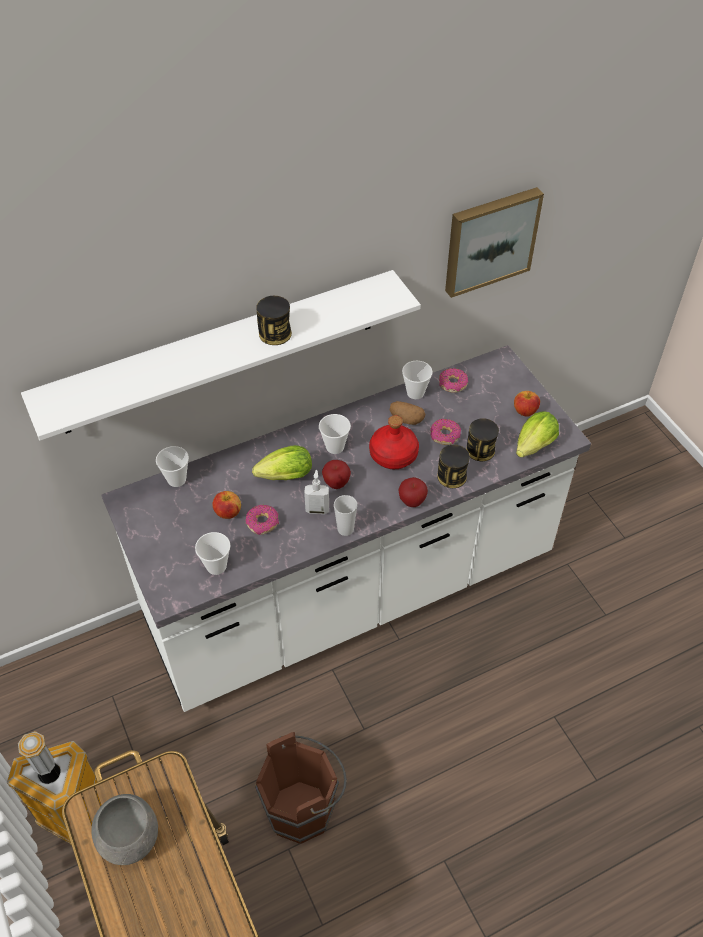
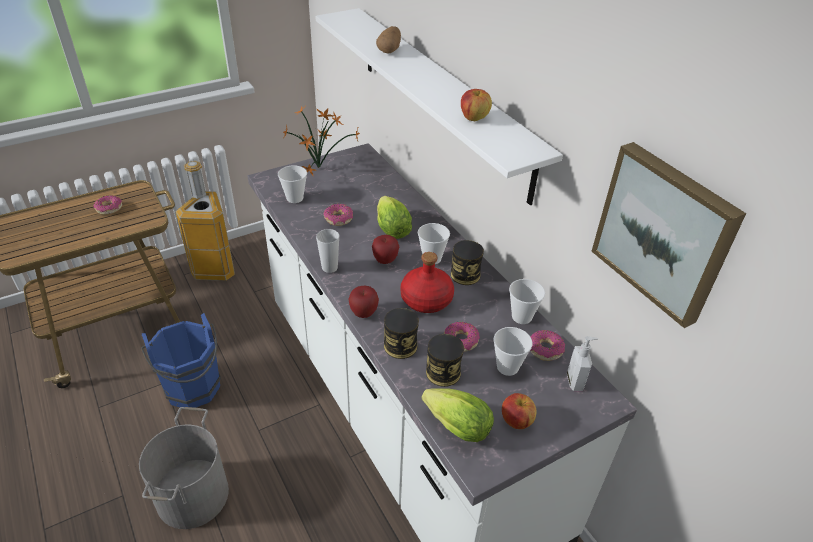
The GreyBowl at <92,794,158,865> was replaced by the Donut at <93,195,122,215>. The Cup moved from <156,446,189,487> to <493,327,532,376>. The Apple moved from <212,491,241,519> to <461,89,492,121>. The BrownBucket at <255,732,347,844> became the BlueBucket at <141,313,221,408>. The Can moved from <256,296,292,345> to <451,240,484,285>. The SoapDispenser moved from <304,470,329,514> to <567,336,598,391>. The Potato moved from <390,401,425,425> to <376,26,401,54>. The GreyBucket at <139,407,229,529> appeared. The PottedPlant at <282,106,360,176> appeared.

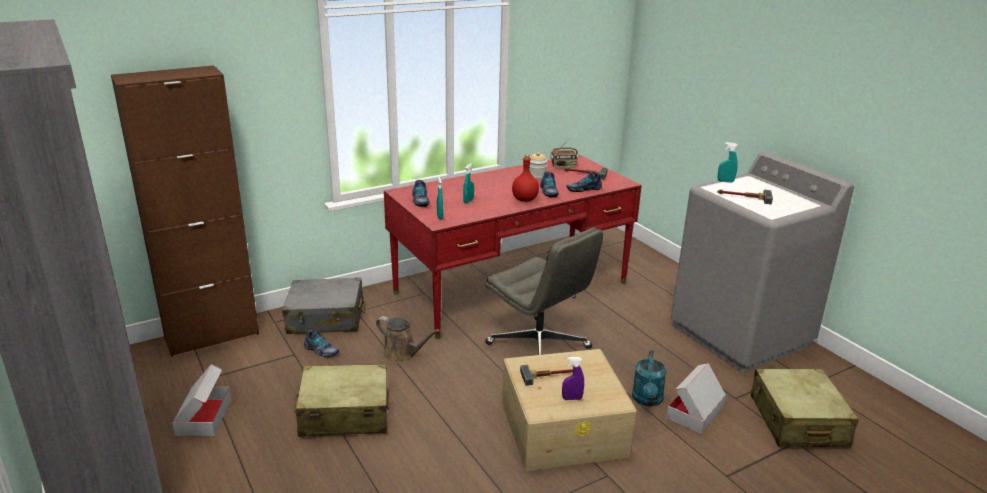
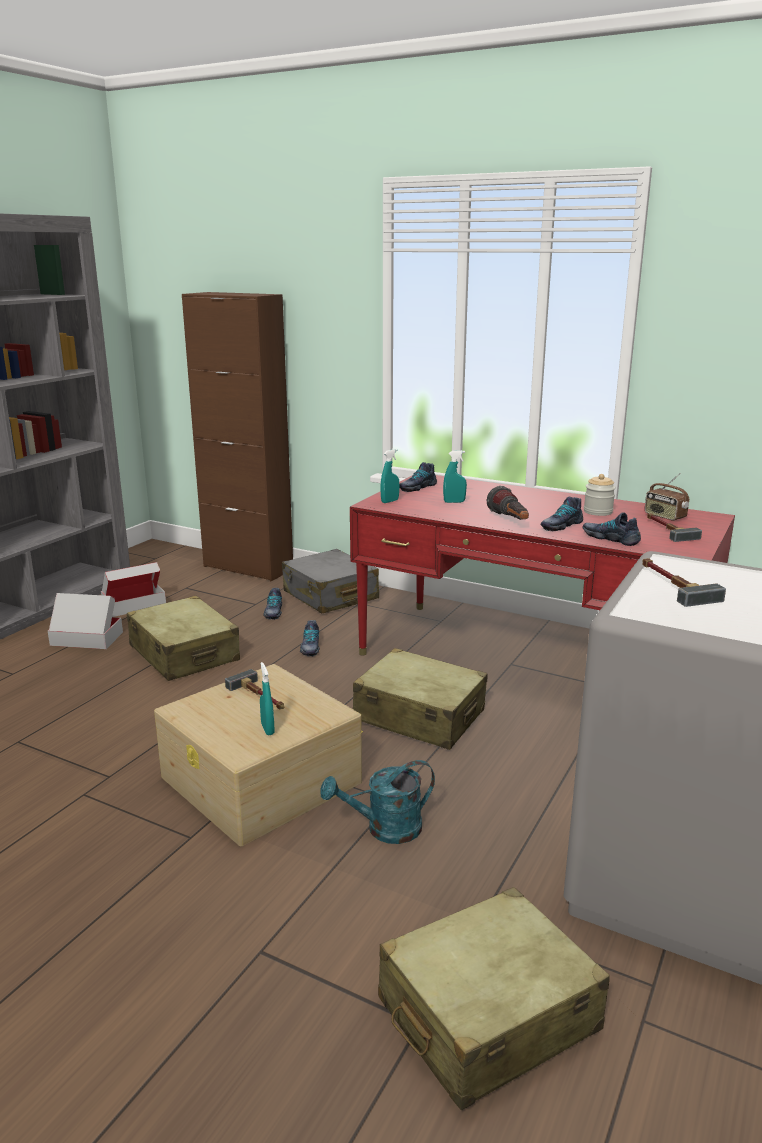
The BrownWateringCan at <376,316,440,363> was replaced by the Shoe at <300,620,320,656>. The GreyOfficeChair at <485,227,603,355> was replaced by the BeigeSuitcase at <353,648,488,750>. The RedBottle at <512,154,539,202> was replaced by the Flashlight at <487,486,529,520>. The PurpleSprayBottle at <562,357,584,400> disappeared. The CardboardBox moved from <666,363,726,434> to <48,593,123,649>. The TurquoiseSprayBottle moved from <718,142,738,182> to <260,662,275,735>.

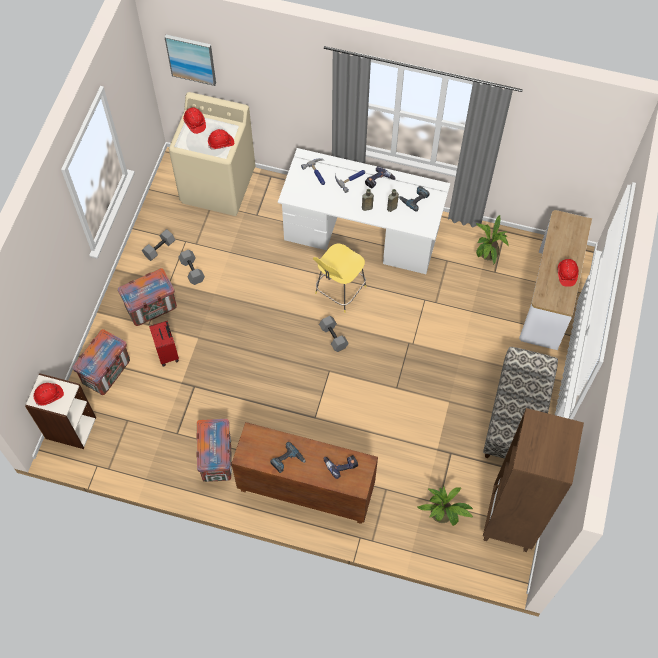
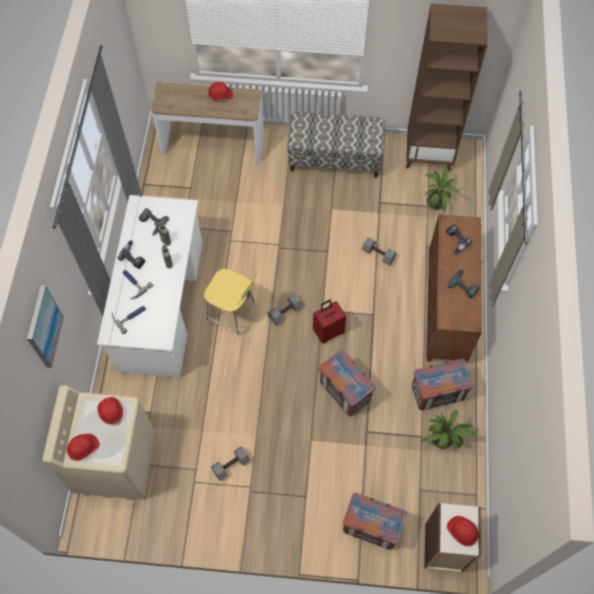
The Crate moved from <118,268,177,326> to <319,350,376,416>. The GreyDumbbell moved from <142,229,176,261> to <362,237,397,265>. The RedSuitcase moved from <149,321,179,367> to <313,299,346,344>. The Picture moved from <165,35,216,86> to <27,285,64,368>. The PottedPlant moved from <476,215,509,264> to <420,410,478,449>.

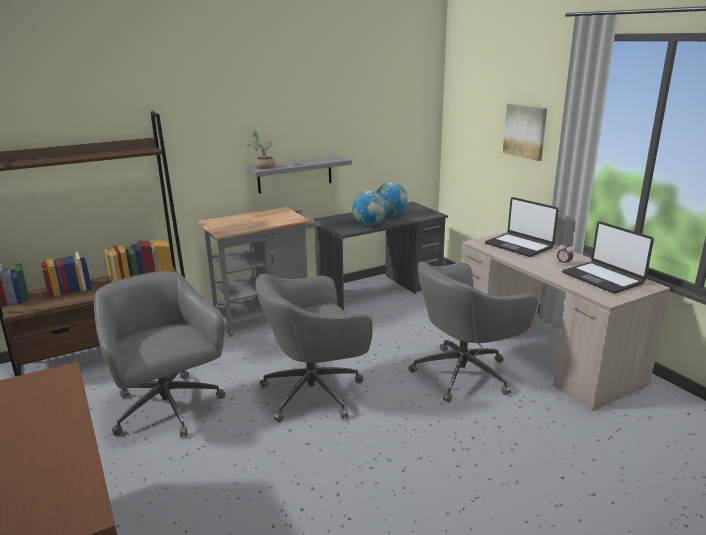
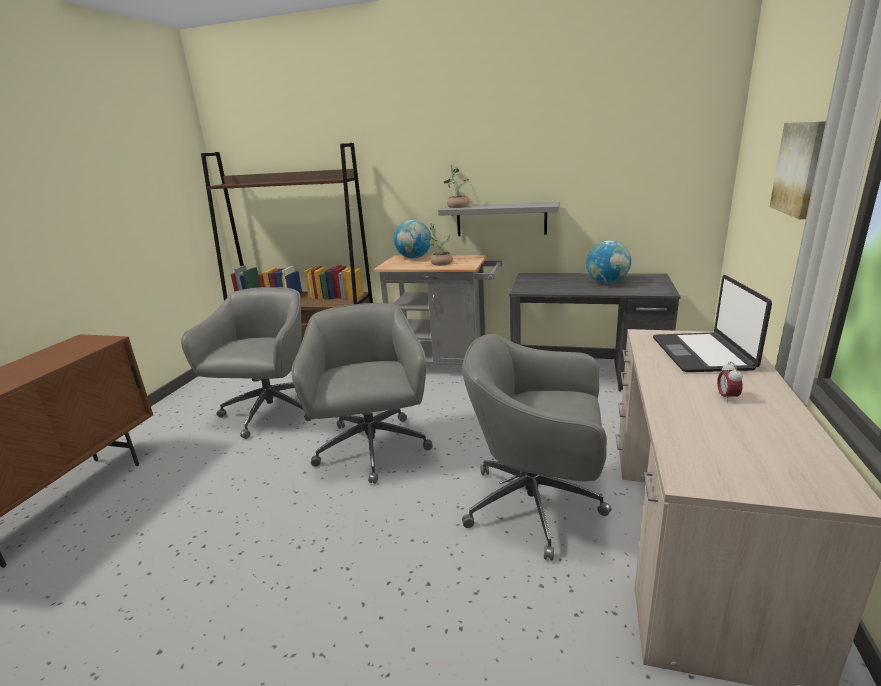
The GreyOfficeChair at <256,274,373,423> turned 60 degrees clockwise. The Globe moved from <352,191,387,226> to <394,220,431,259>. The Laptop at <562,221,654,293> disappeared. The PottedPlant at <423,223,453,266> appeared.

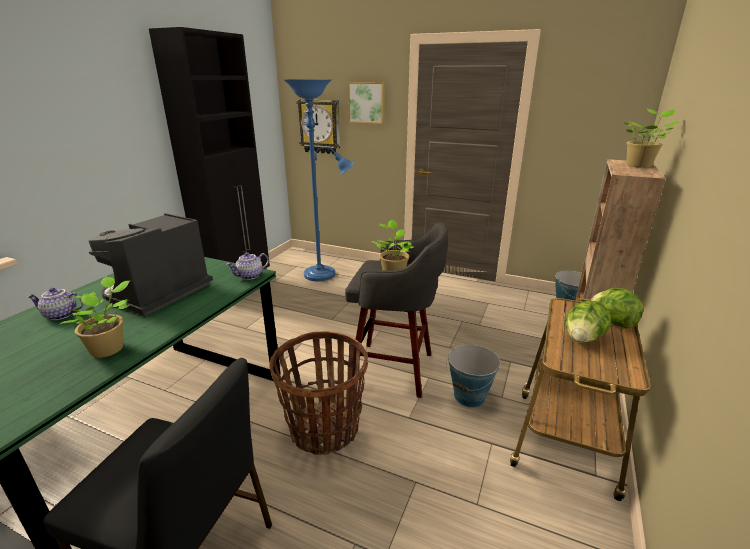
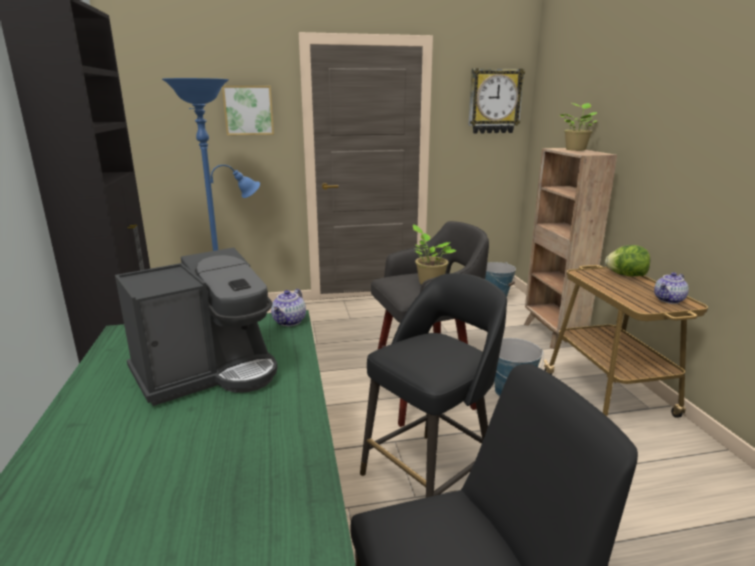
The Teapot moved from <27,288,84,320> to <654,272,689,304>. The PottedPlant at <60,277,130,358> disappeared. The CoffeeMachine at <89,213,213,316> turned 120 degrees counterclockwise. The Basket at <269,331,368,455> was replaced by the BlackStool at <360,273,507,497>. The WallClock moved from <297,99,340,154> to <468,68,525,134>. The Lettuce at <565,301,611,343> disappeared.

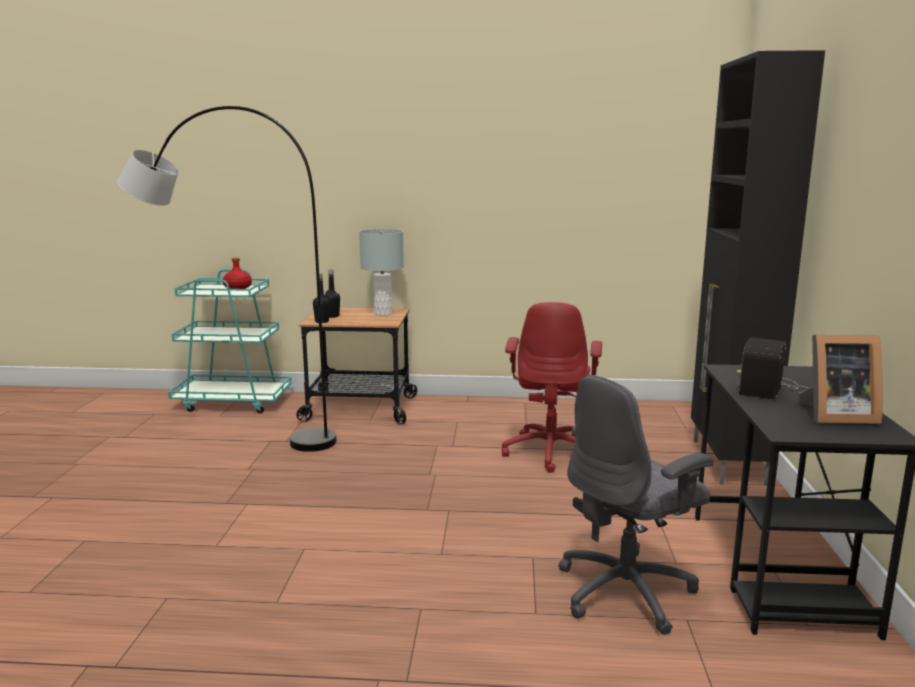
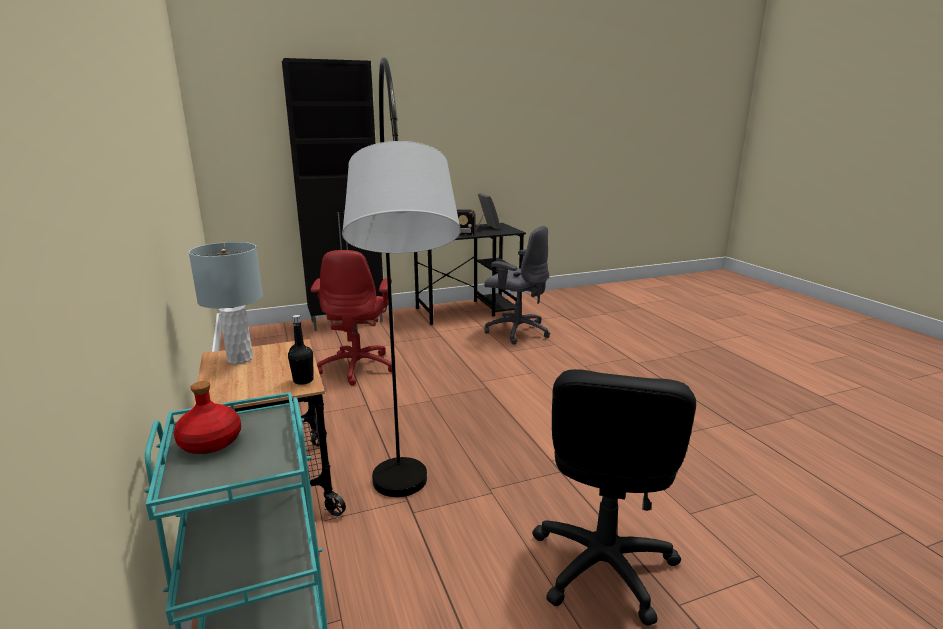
The BlackBottle at <325,270,340,318> disappeared. The RedOfficeChair at <502,302,602,473> turned 105 degrees clockwise. The BlackOfficeChair at <532,369,696,626> appeared.

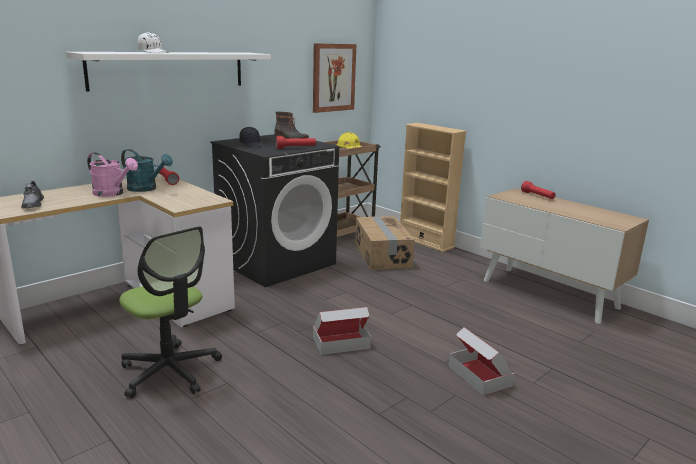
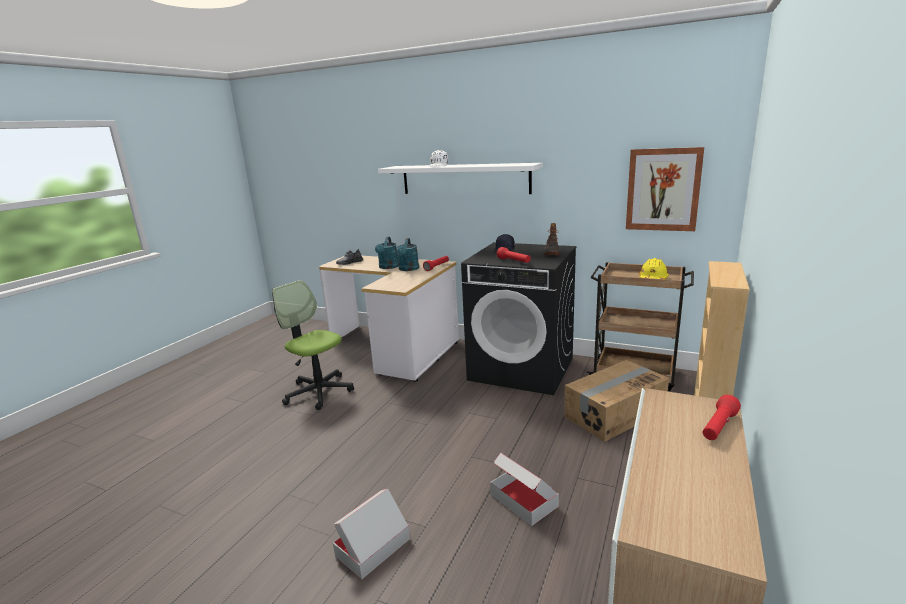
The PinkWateringCan at <87,152,138,197> became the TurquoiseWateringCan at <375,237,399,269>. The OfficeChair at <119,226,222,398> turned 105 degrees clockwise. The CardboardBox moved from <313,307,371,355> to <490,453,559,526>.

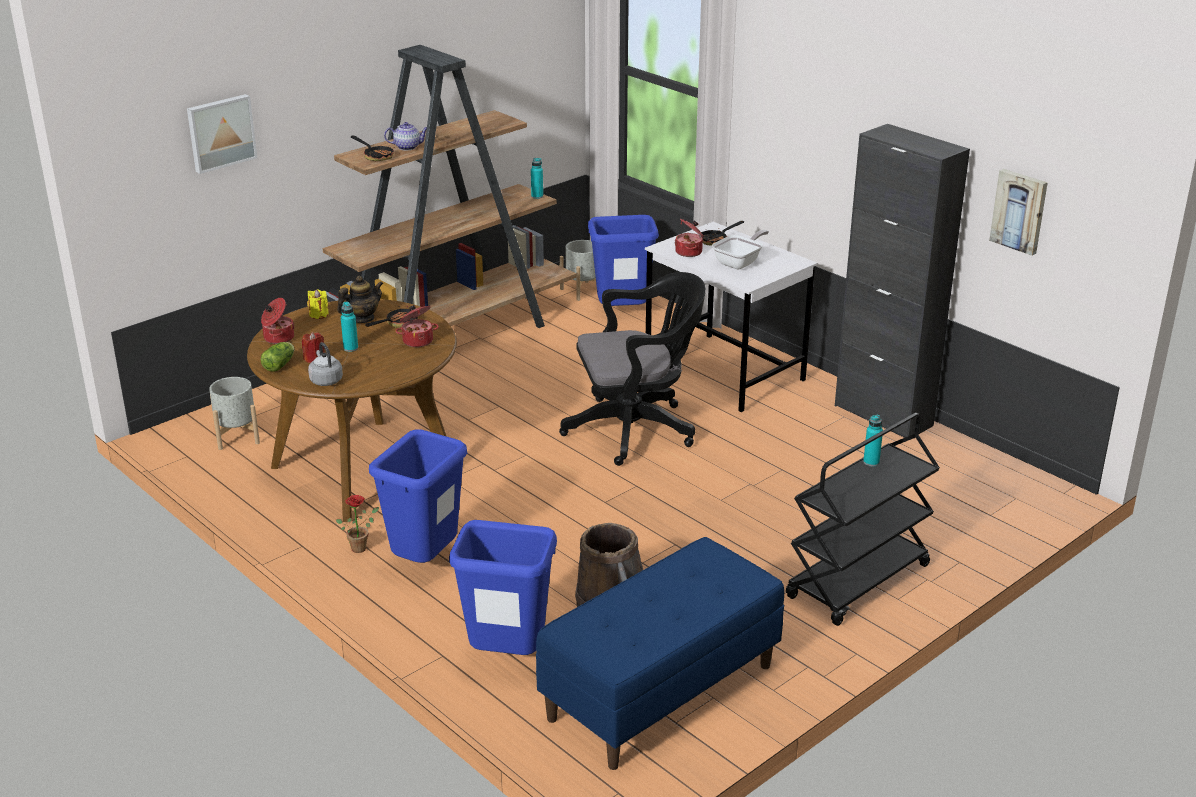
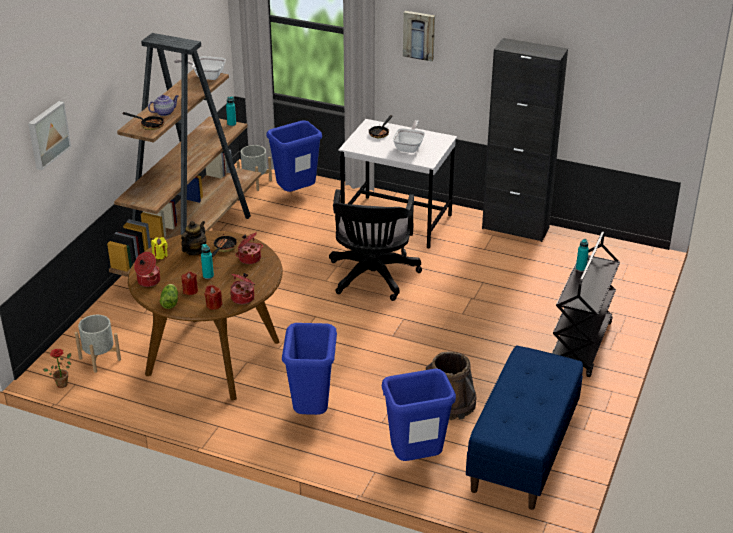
The GreyKettle at <308,342,343,386> was replaced by the RedCandle at <205,285,222,310>. The PottedPlant moved from <336,495,379,553> to <43,349,71,388>. The BlackOfficeChair at <559,272,706,466> turned 135 degrees clockwise. The CookingPot moved from <674,219,704,257> to <230,273,255,304>. The Picture moved from <989,169,1048,256> to <403,11,435,61>. The FryingPan at <174,56,226,80> appeared.

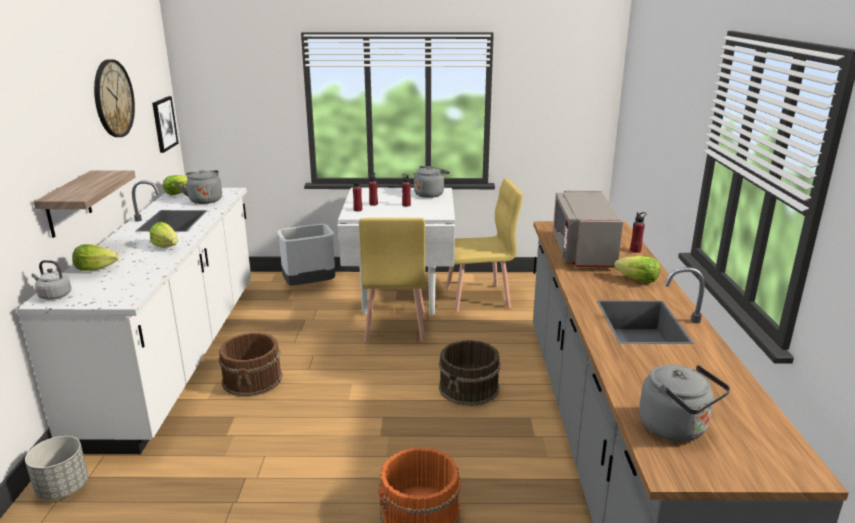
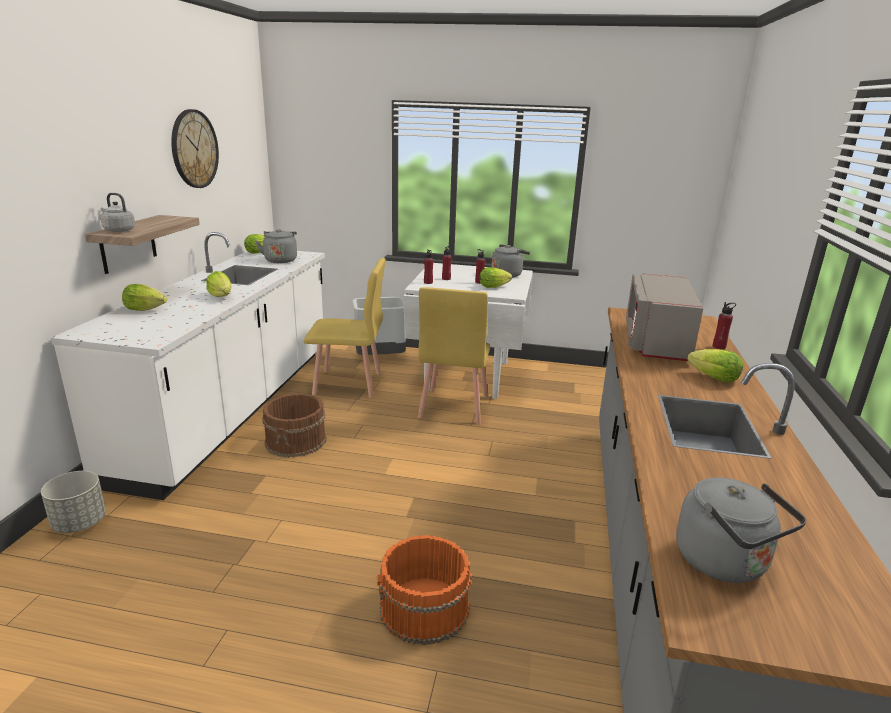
The GreyKettle moved from <32,260,72,300> to <100,193,135,232>. The Picture at <152,96,179,153> disappeared. The BrownBucket at <439,340,500,406> disappeared. The YellowChair moved from <445,178,523,312> to <303,258,386,398>. The Lettuce at <480,267,512,288> appeared.

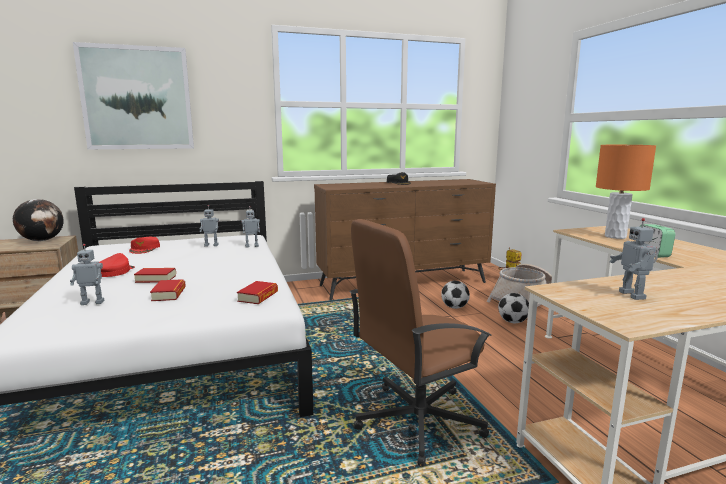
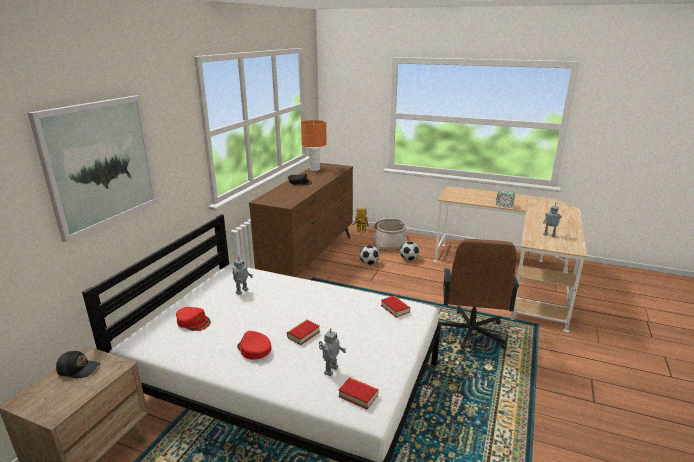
The Globe at <13,199,64,241> was replaced by the BlackCap at <56,351,100,378>. The Book moved from <150,279,186,301> to <339,377,379,409>. The ToyRobot at <241,206,260,247> disappeared. The OrangeTableLamp moved from <596,145,656,239> to <301,120,327,171>.

